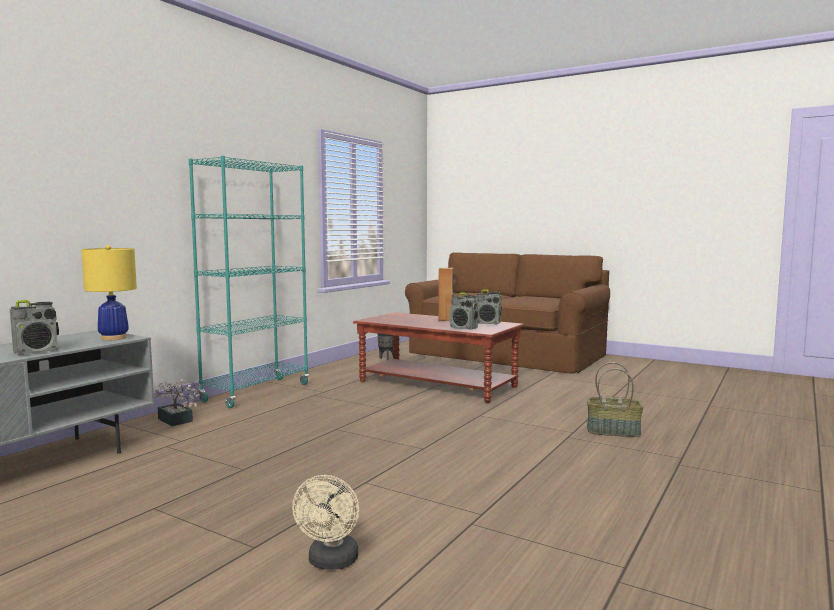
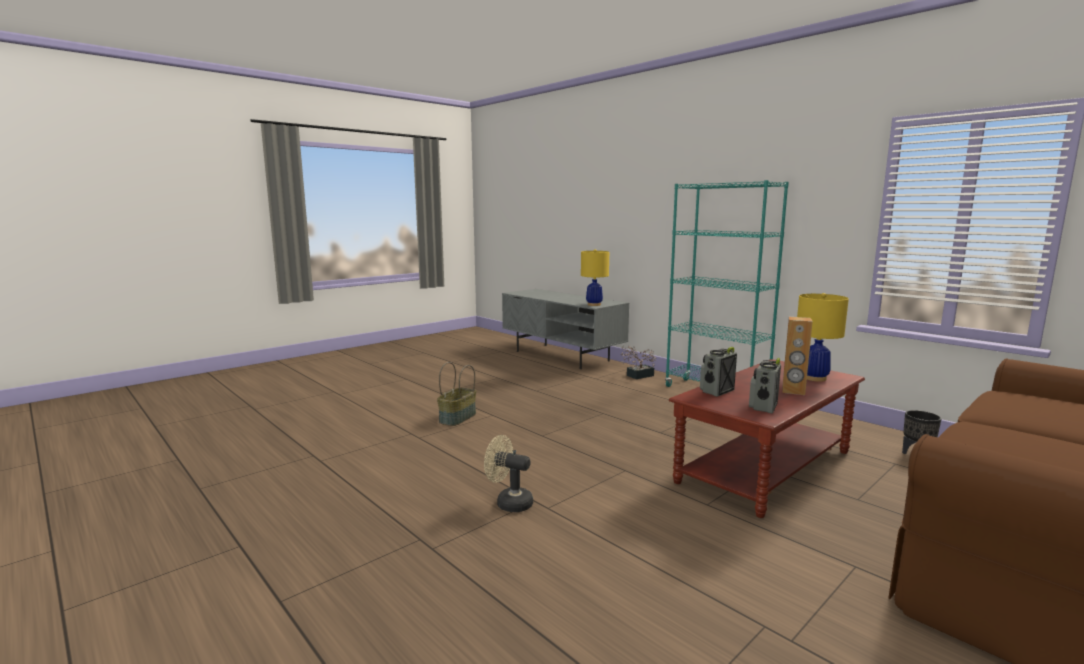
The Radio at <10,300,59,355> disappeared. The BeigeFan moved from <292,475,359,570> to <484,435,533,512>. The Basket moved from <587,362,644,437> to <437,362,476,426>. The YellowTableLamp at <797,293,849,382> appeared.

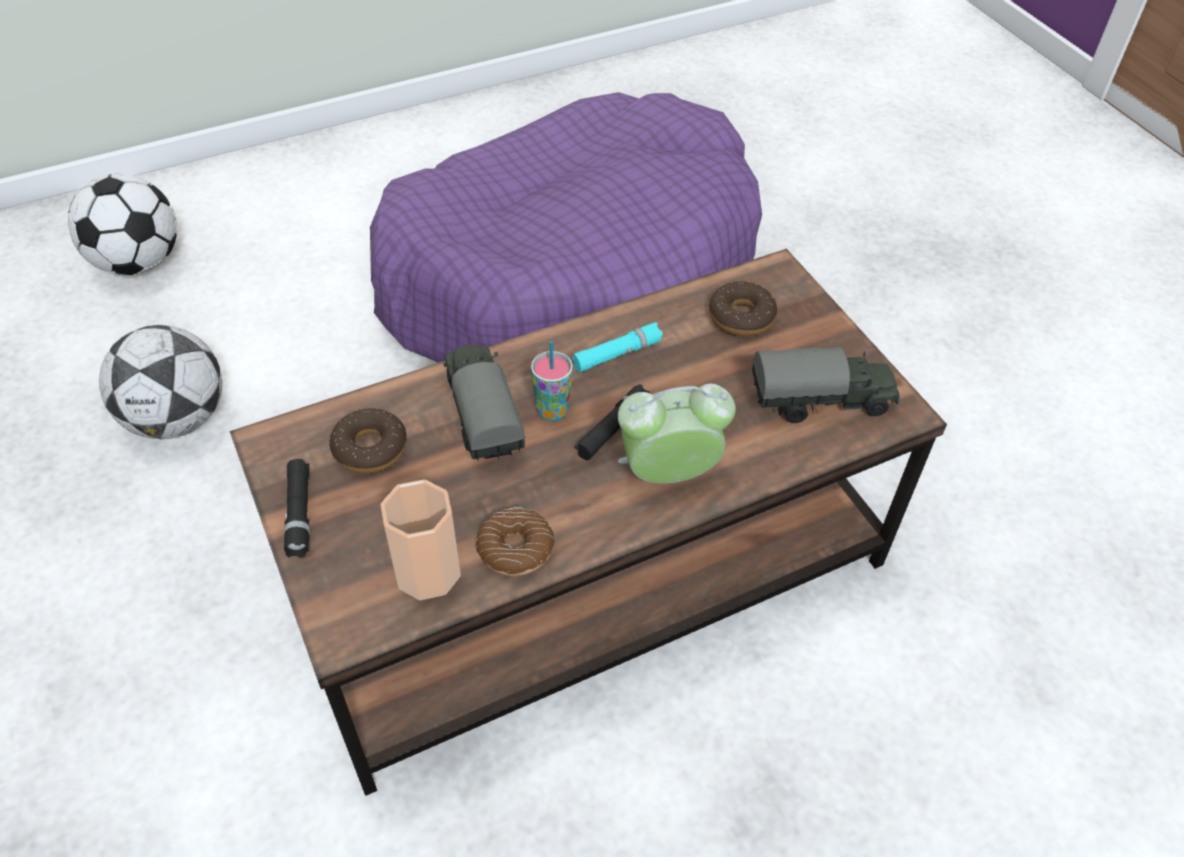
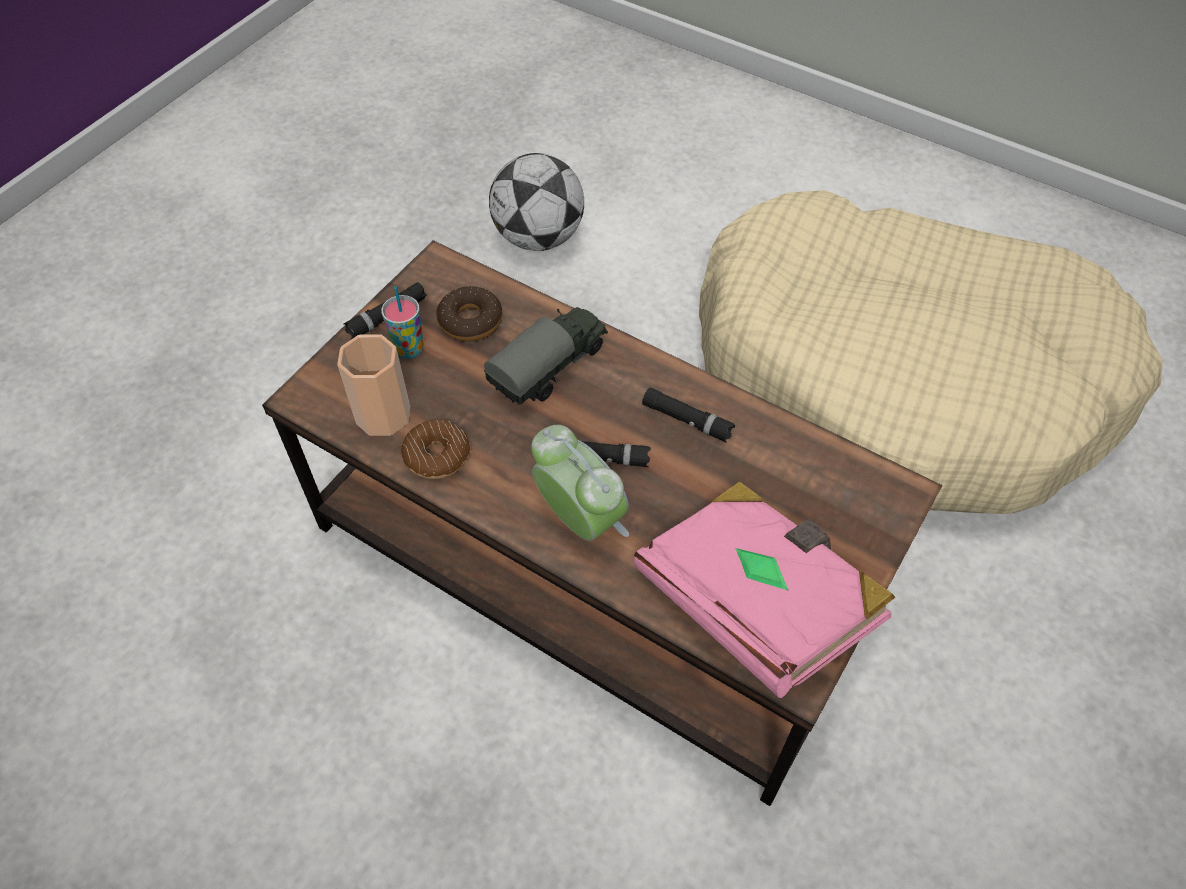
The Football at <68,174,177,276> disappeared. The PurpleDogBed at <370,92,762,363> became the BeigeDogBed at <699,190,1163,514>. The Cup moved from <531,341,573,421> to <381,286,424,359>. The TurquoiseFlashlight at <572,322,663,372> became the BlackFlashlight at <642,388,735,443>. The Donut at <709,281,777,336> disappeared. The ToyTruck at <752,347,900,423> was replaced by the PinkBook at <634,482,895,698>.

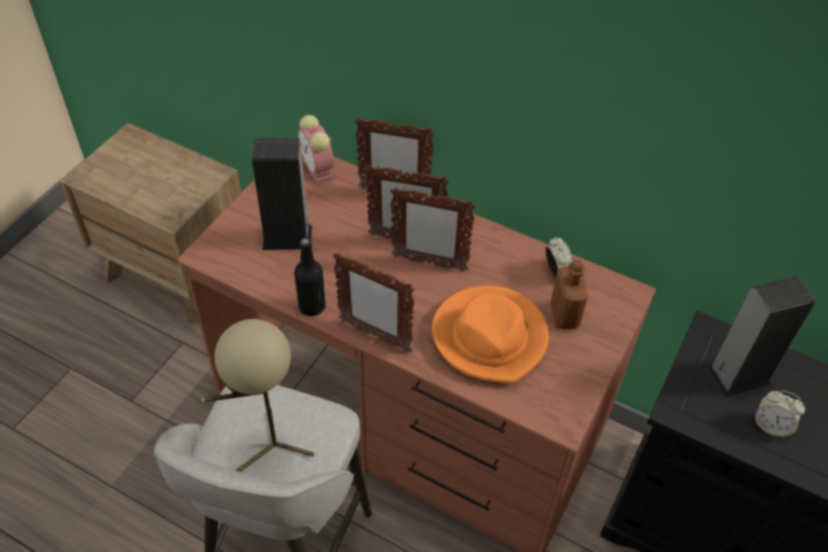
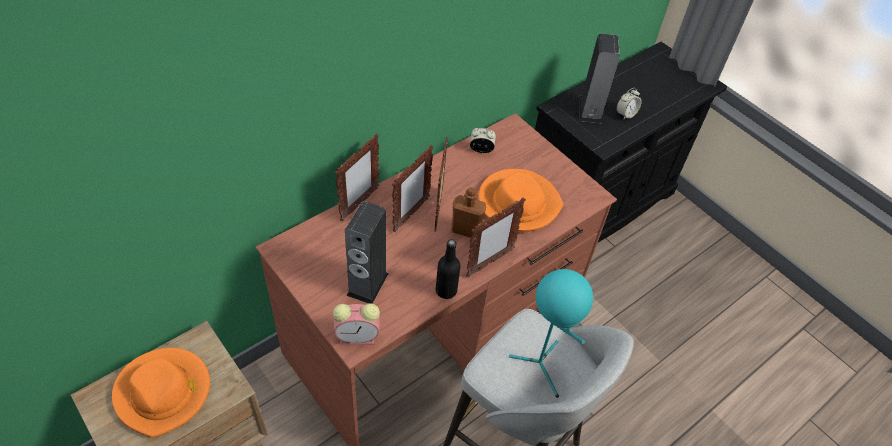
The BeigeTableLamp at <202,319,314,472> became the TurquoiseTableLamp at <509,269,593,398>. The AlarmClock moved from <298,115,334,183> to <333,303,380,346>. The PictureFrame at <390,187,476,271> turned 150 degrees clockwise. The BrownBottle moved from <551,260,588,329> to <451,187,486,238>. The OrangeHat at <112,348,210,438> appeared.

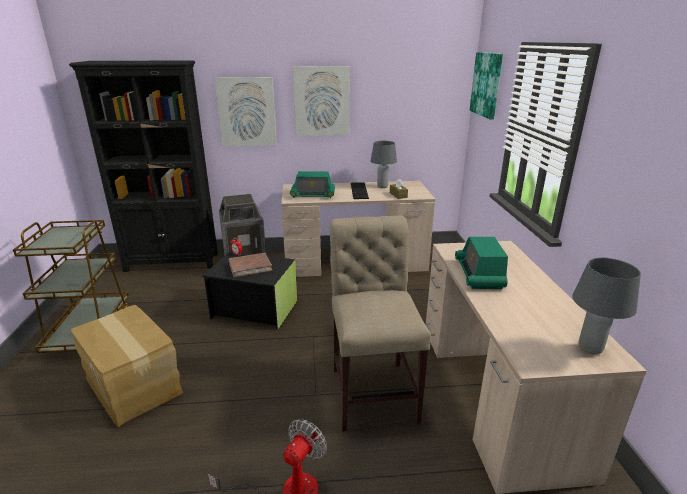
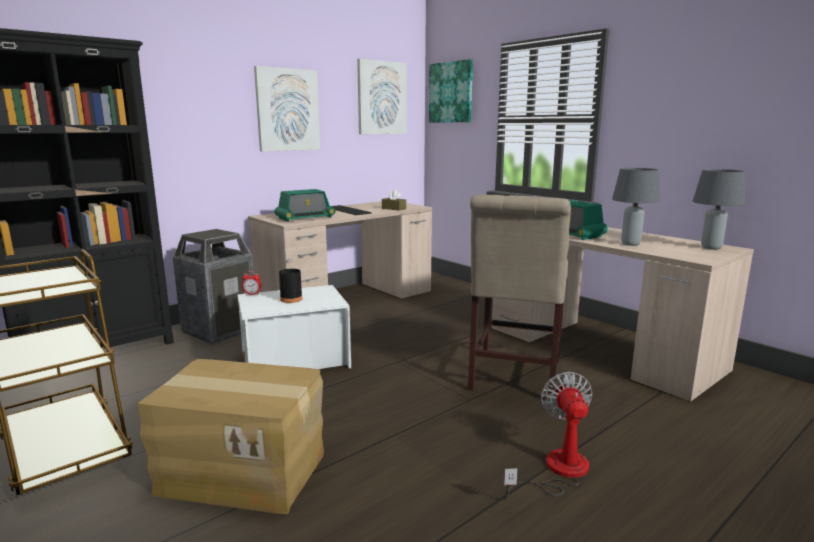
The BlackStorageBox at <203,251,297,330> became the WhiteStorageBox at <237,285,351,369>. The Picture moved from <215,77,277,146> to <357,59,407,134>. The BrownBook at <229,253,272,277> was replaced by the BlackBottle at <279,258,302,303>. The BeigeChair at <330,216,431,431> turned 120 degrees counterclockwise. The GreyTableLamp moved from <371,141,397,188> to <612,168,660,246>.

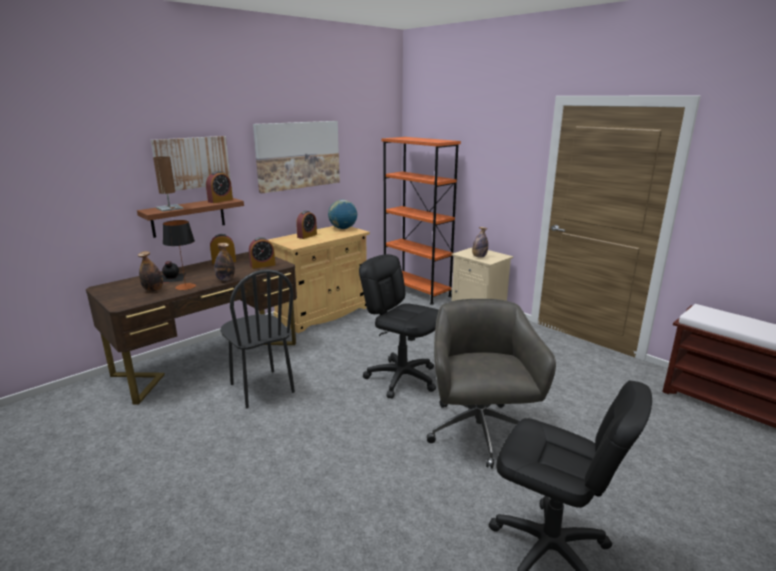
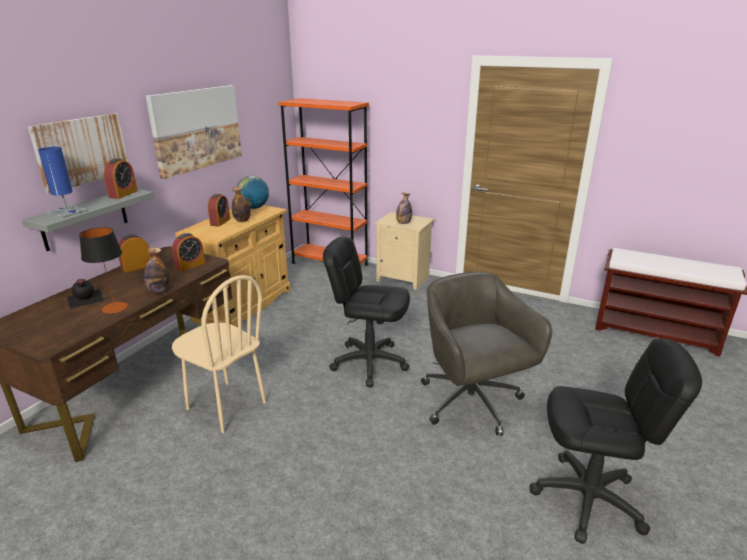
The BrownShelf at <137,198,244,238> became the GreyShelf at <22,189,154,251>. The Bottle moved from <138,251,163,292> to <232,186,251,222>. The BrownTableLamp at <153,156,183,212> became the BlueTableLamp at <38,147,87,218>. The BlackChair at <220,269,295,408> became the BeigeChair at <172,275,266,433>.

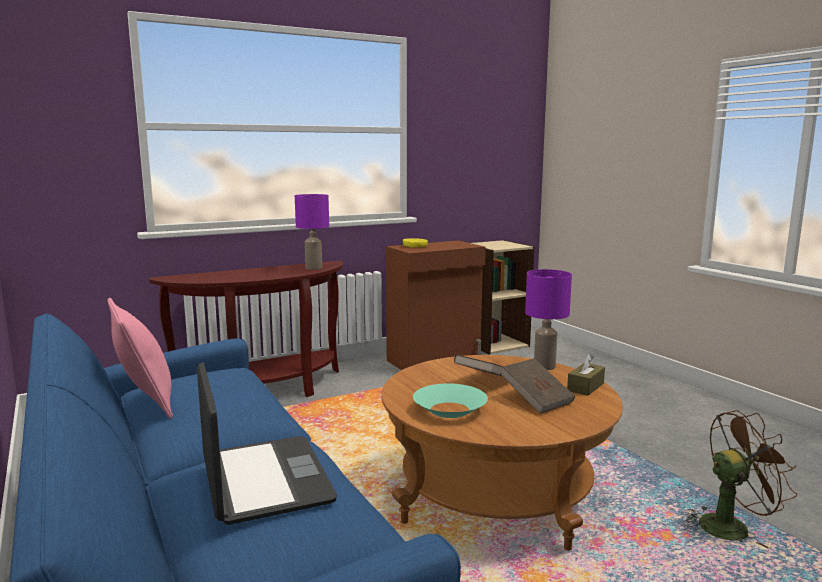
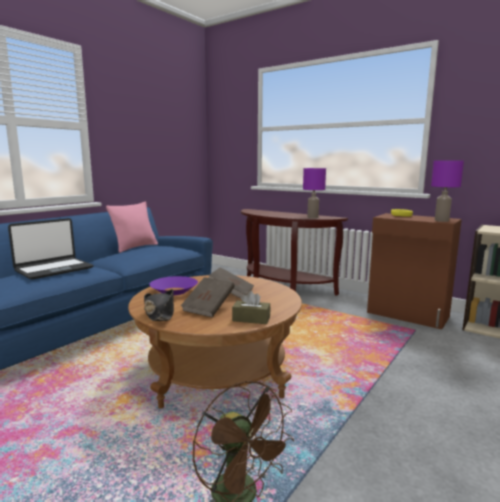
The TurquoiseBowl at <413,383,488,418> became the PurpleBowl at <149,276,198,295>. The PurpleTableLamp moved from <525,269,572,370> to <431,160,464,222>. The BlackHat at <144,289,174,321> appeared.

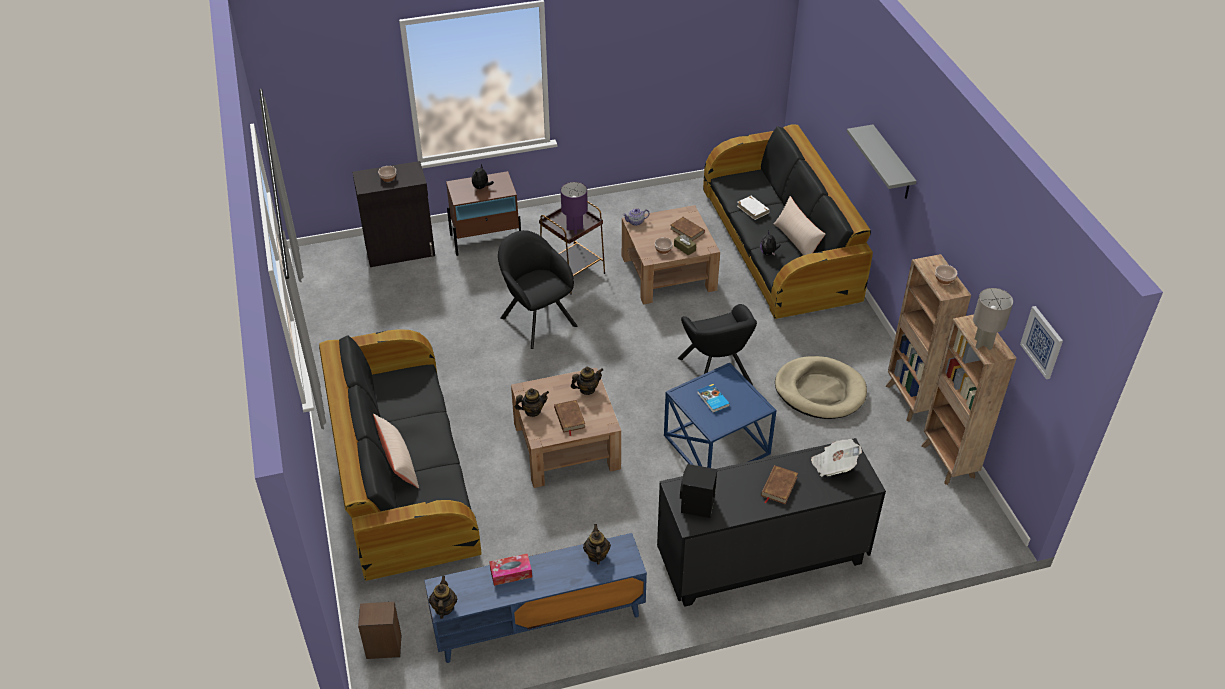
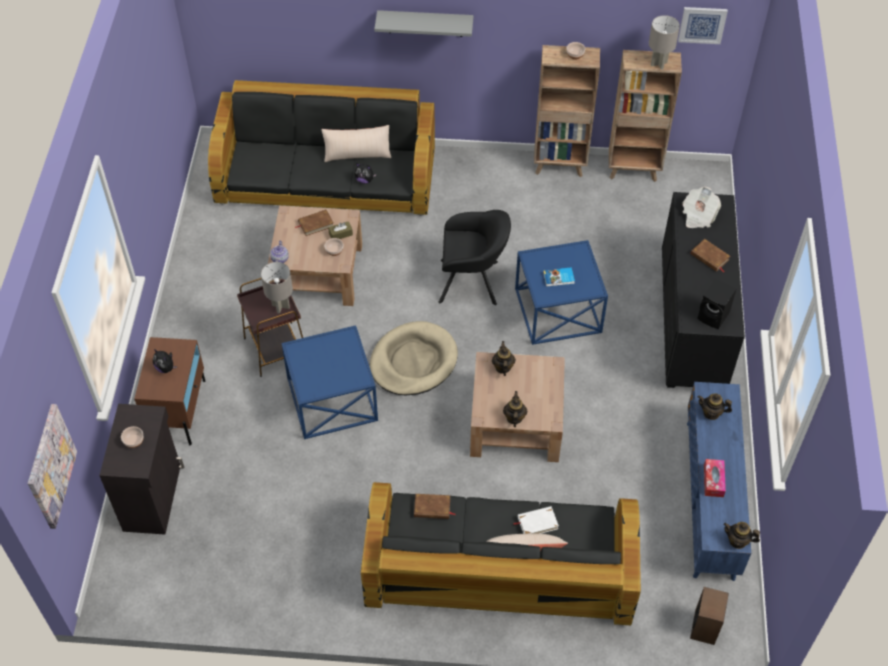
The BlackArmchair at <498,230,578,349> was replaced by the BlueSideTable at <281,325,378,439>. The BrownBook moved from <554,400,585,436> to <414,494,455,519>. The PurpleTableLamp at <561,182,588,234> became the GreyTableLamp at <261,262,293,314>. The WhiteBook moved from <737,196,770,220> to <513,506,559,534>. The BeigeDogBed moved from <775,356,867,419> to <370,321,458,395>. The Picture at <28,404,77,529> appeared.

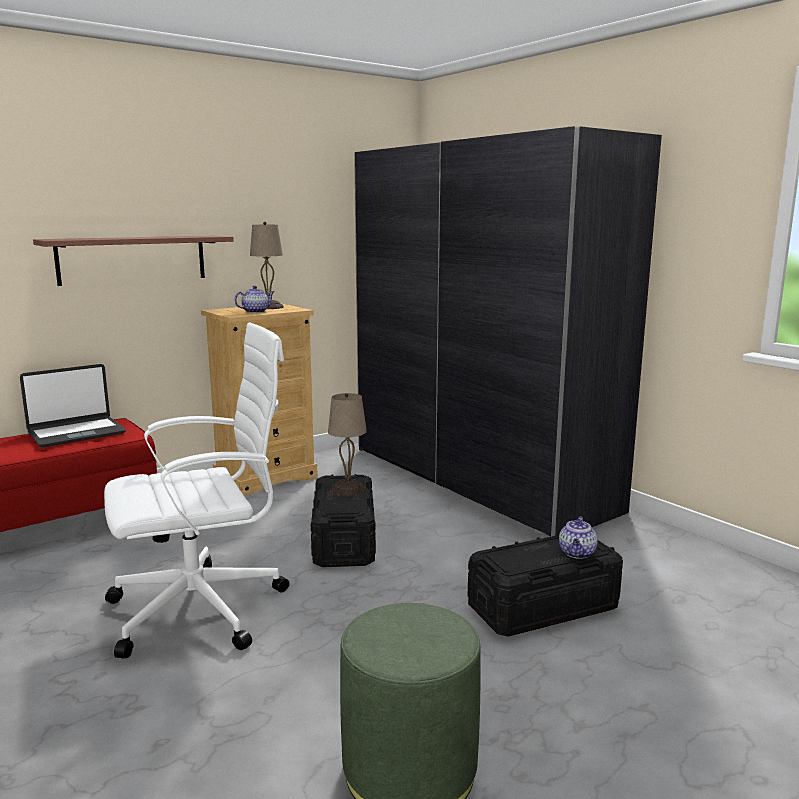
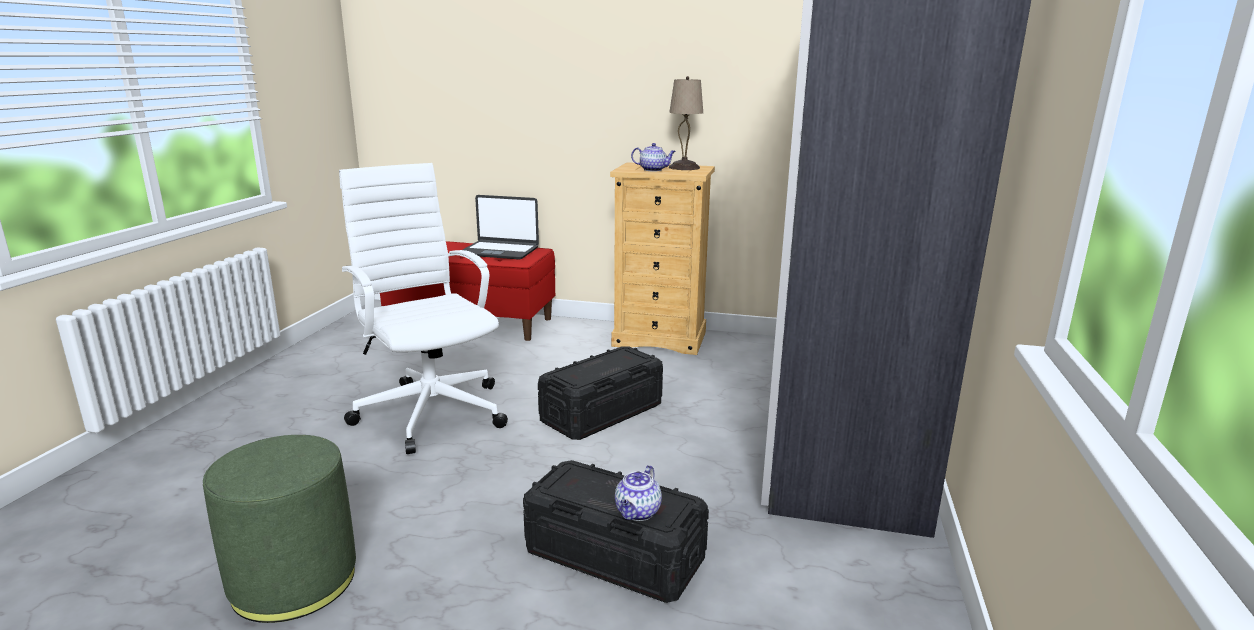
The Shelf at <33,236,234,286> disappeared. The WhiteOfficeChair at <104,322,290,658> turned 150 degrees counterclockwise. The BeigeTableLamp at <328,393,367,496> disappeared. The Teapot at <559,516,598,559> turned 45 degrees counterclockwise.

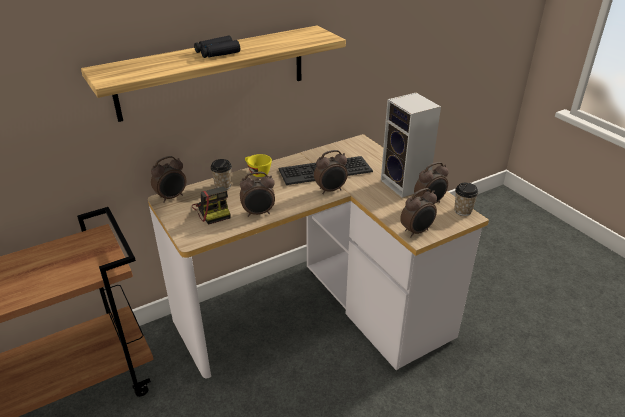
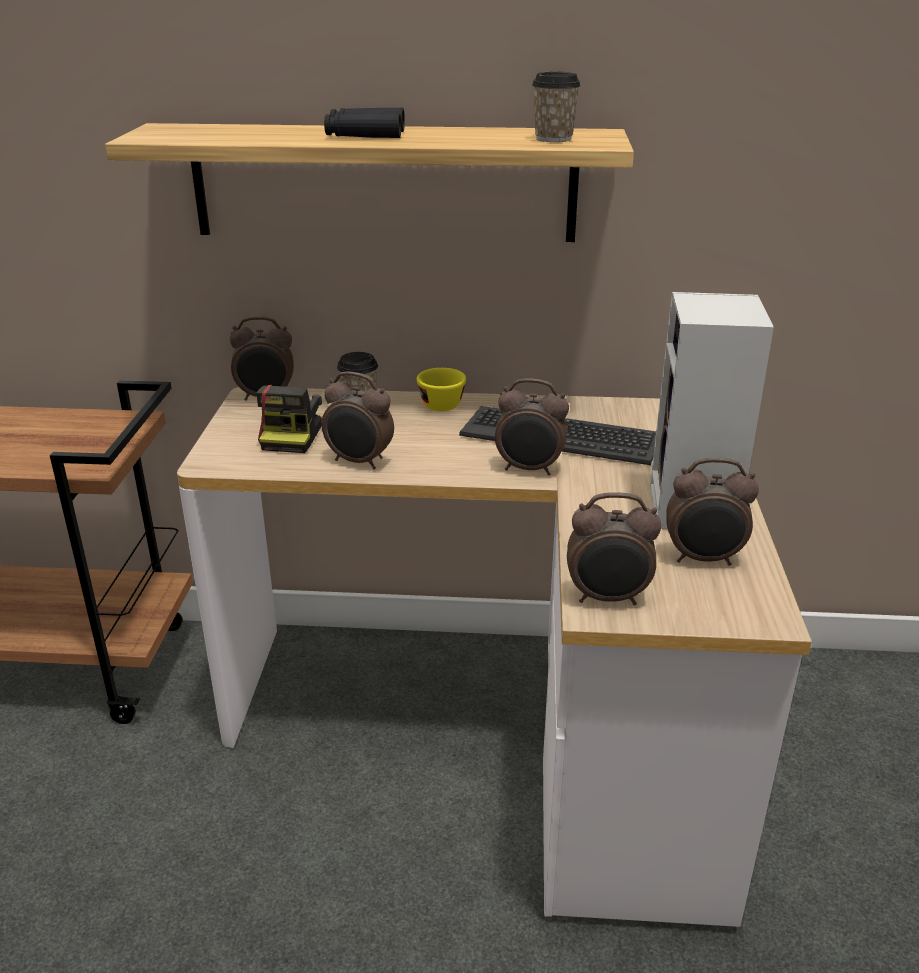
The Cup moved from <454,182,479,216> to <532,72,580,142>.

